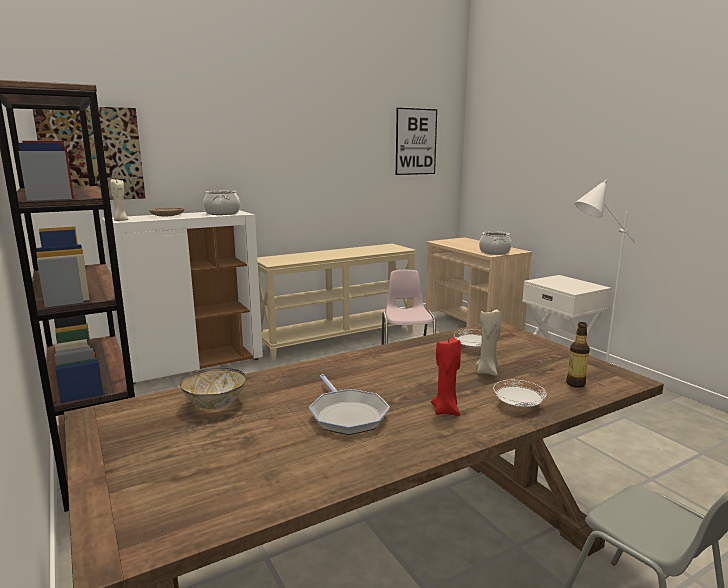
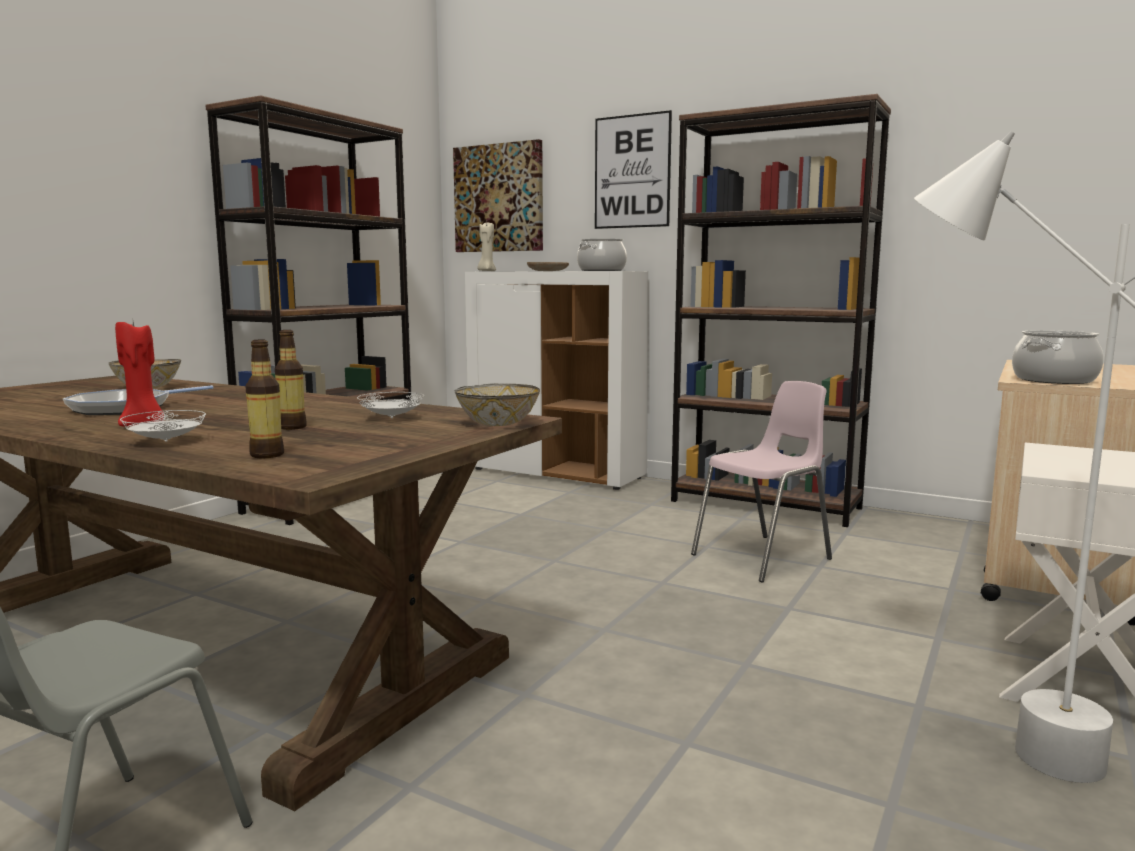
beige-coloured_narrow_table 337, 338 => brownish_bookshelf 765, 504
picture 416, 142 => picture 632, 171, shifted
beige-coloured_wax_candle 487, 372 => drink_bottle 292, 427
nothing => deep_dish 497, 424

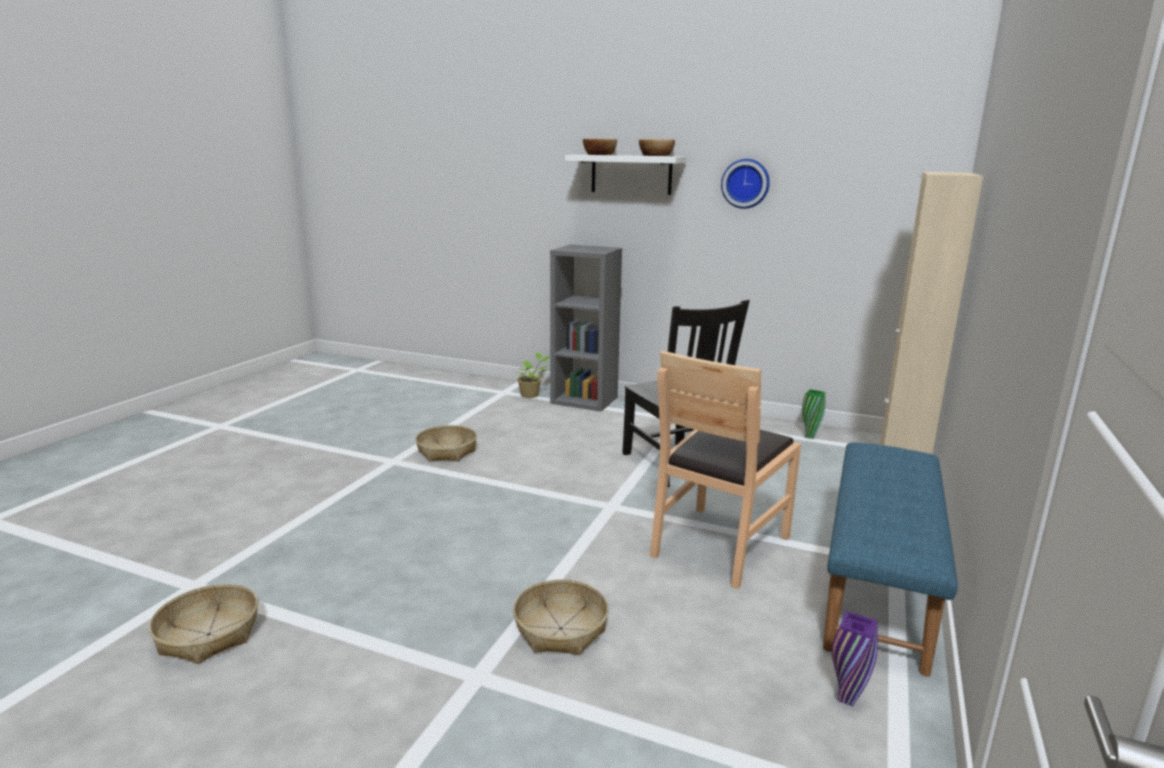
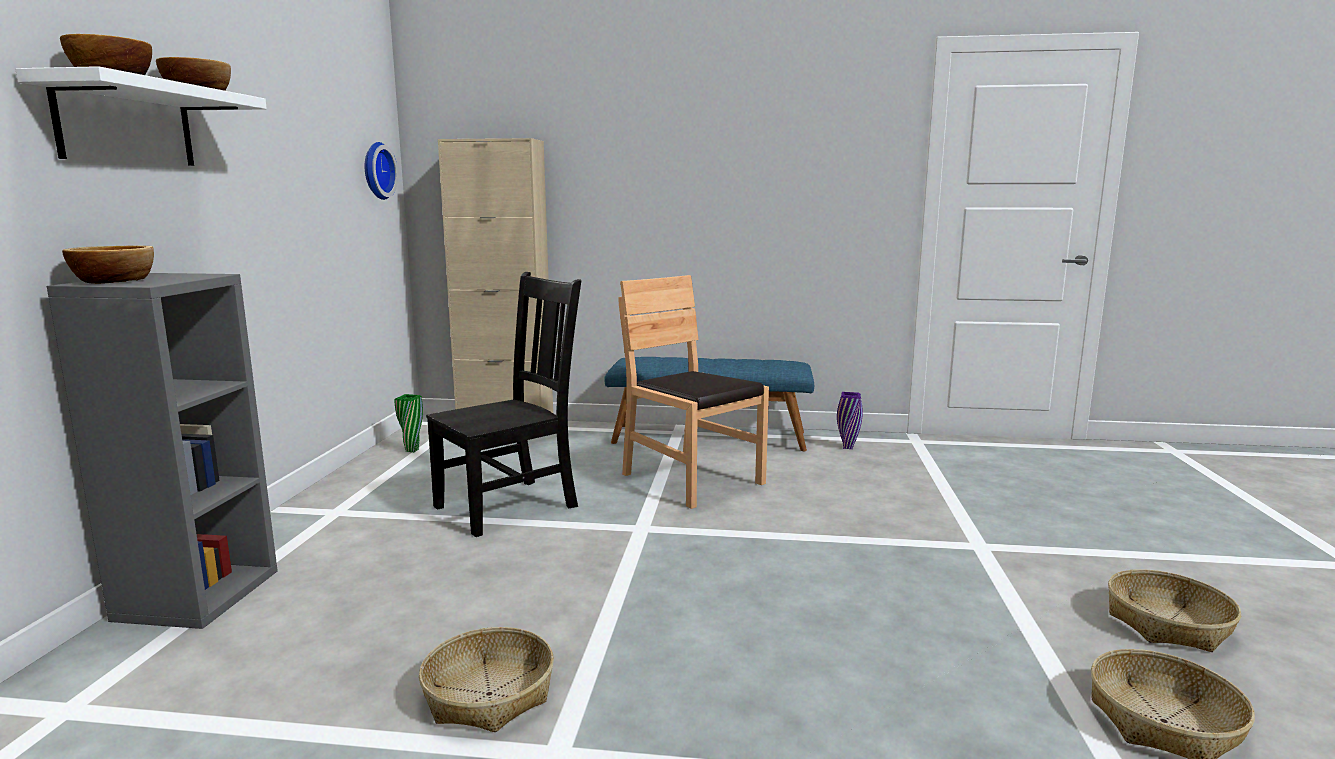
storage_basket 560, 629 => storage_basket 1168, 623, shifted
plant_in_a_pot 531, 395 => nothing
brownish_upright_chair 719, 545 => brownish_upright_chair 691, 479, 150 degrees counterclockwise
clock_on_the_wall 745, 183 => clock_on_the_wall 376, 171, shifted
nothing => deep_dish 114, 281

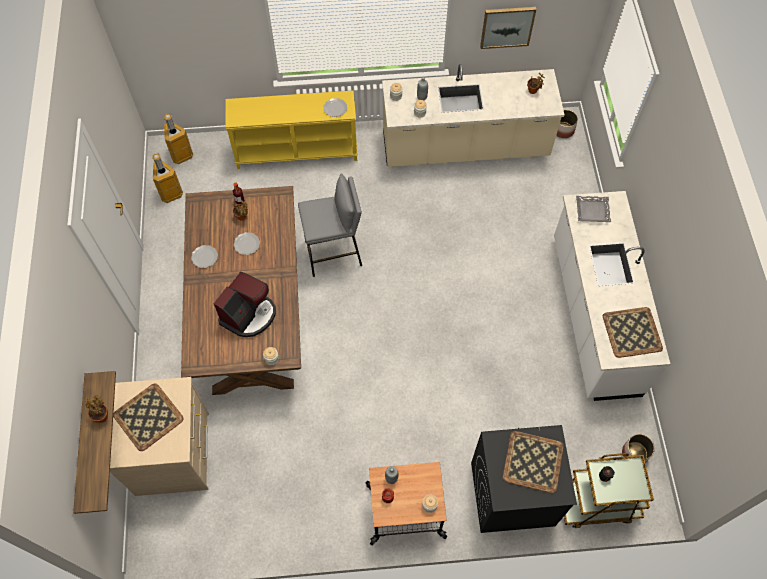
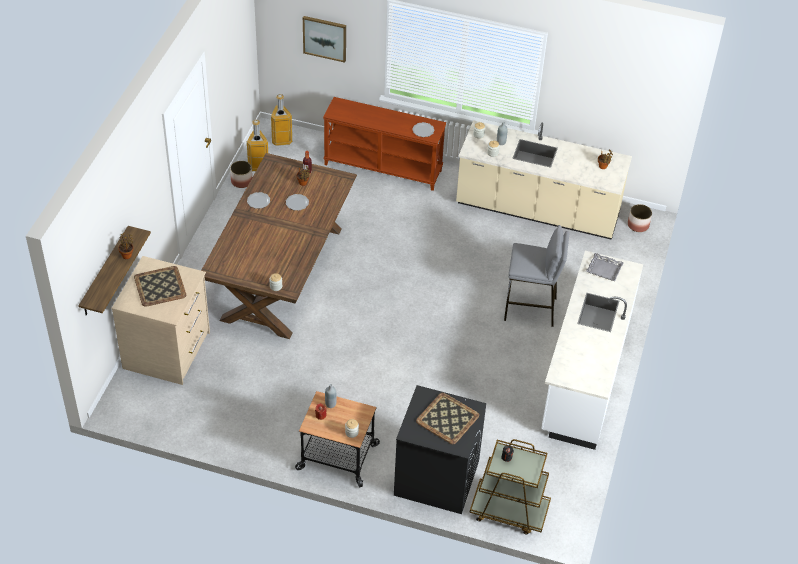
coffee_machine 249, 314 => nothing
yellow_narrow_table 297, 151 => brownish_narrow_table 383, 167
grey_sitting_stool 334, 254 => grey_sitting_stool 530, 309, shifted
picture 507, 26 => picture 325, 38, shifted
carrying_tray 632, 331 => nothing
plant_pot 635, 453 => plant_pot 242, 181, shifted

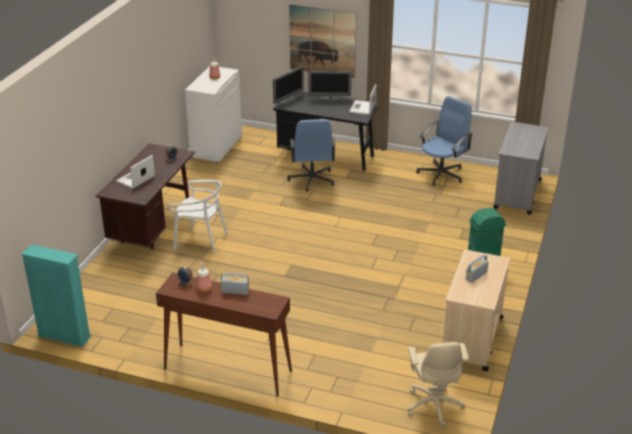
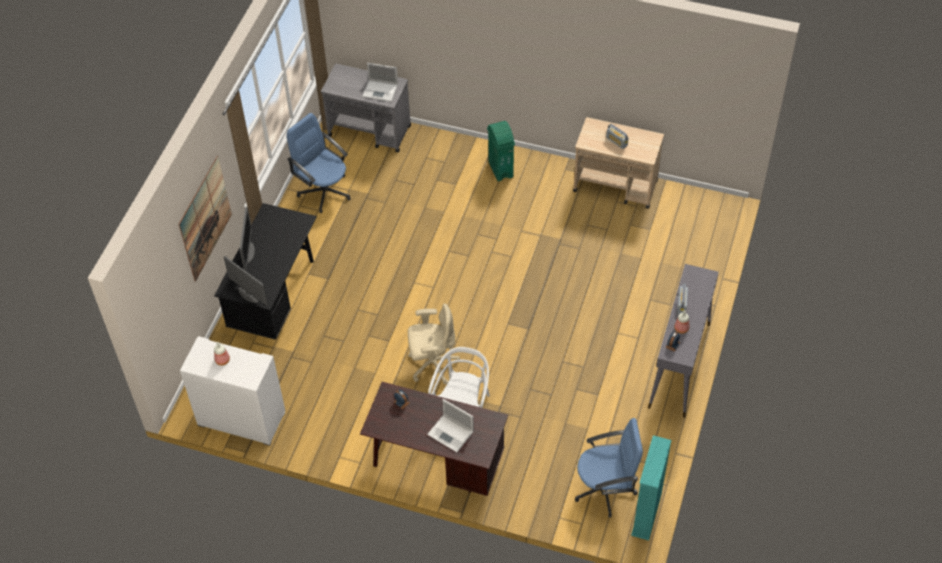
brownish_narrow_table 227, 369 => grey_narrow_table 679, 366
bluish_desk_chair 311, 180 => bluish_desk_chair 605, 489, shifted
portable_computer 362, 108 => portable_computer 381, 90, shifted
beige-coloured_desk_chair 434, 404 => beige-coloured_desk_chair 432, 364, shifted

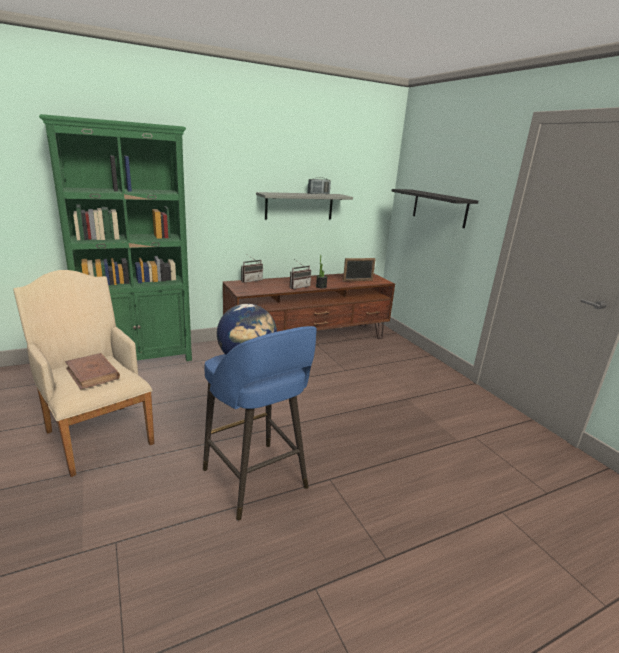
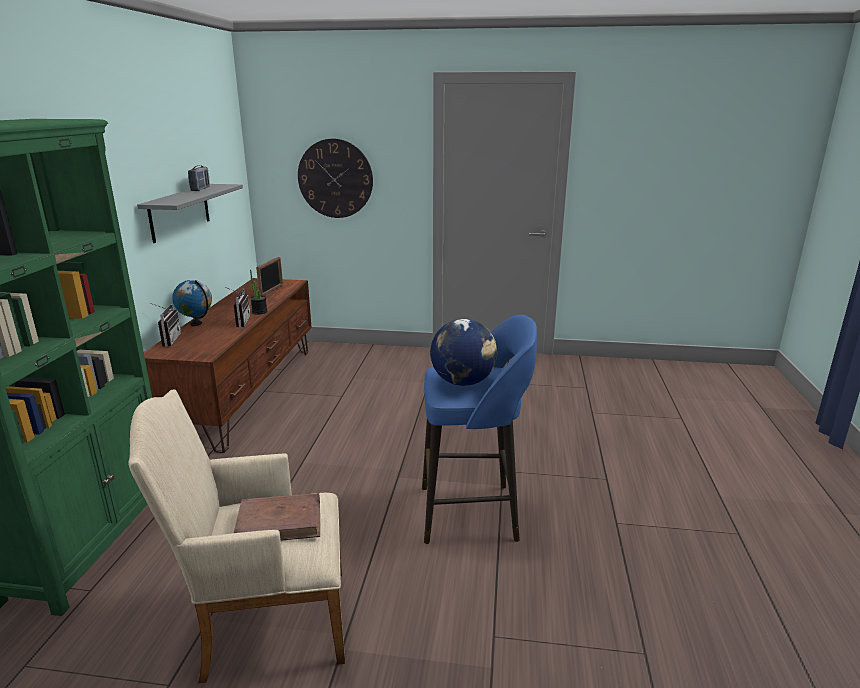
blackish_bracket_shelf 439, 208 => clock_on_the_wall 335, 178
nothing => desk_globe 196, 324

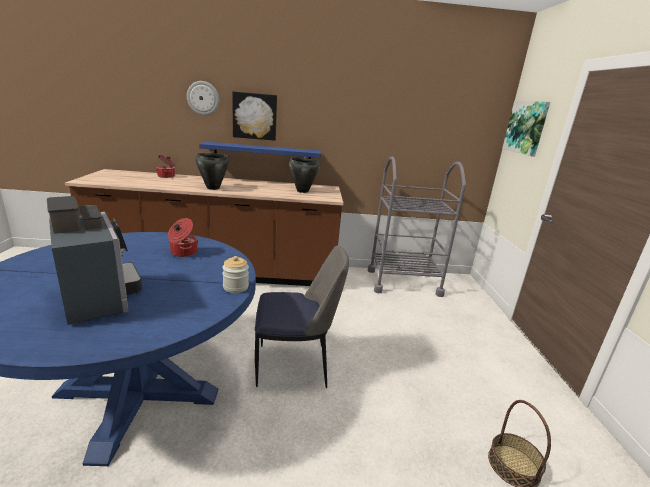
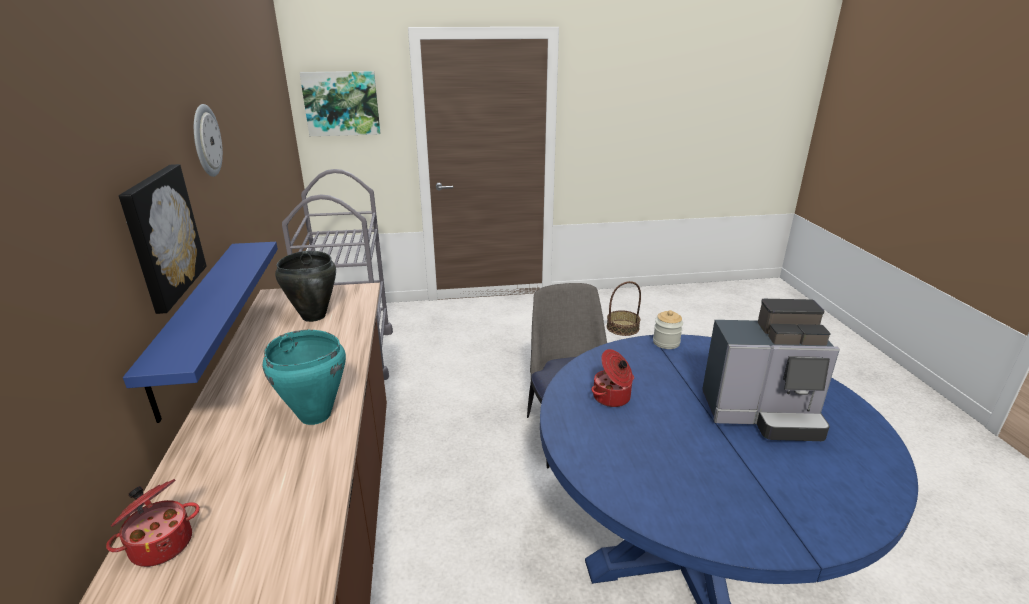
coffee_machine 101, 297 => coffee_machine 762, 414, 135 degrees counterclockwise
clock_on_the_wall 203, 98 => clock_on_the_wall 205, 141, shifted
blackish_saucepot 212, 188 => turquoise-coloured_saucepot 315, 416

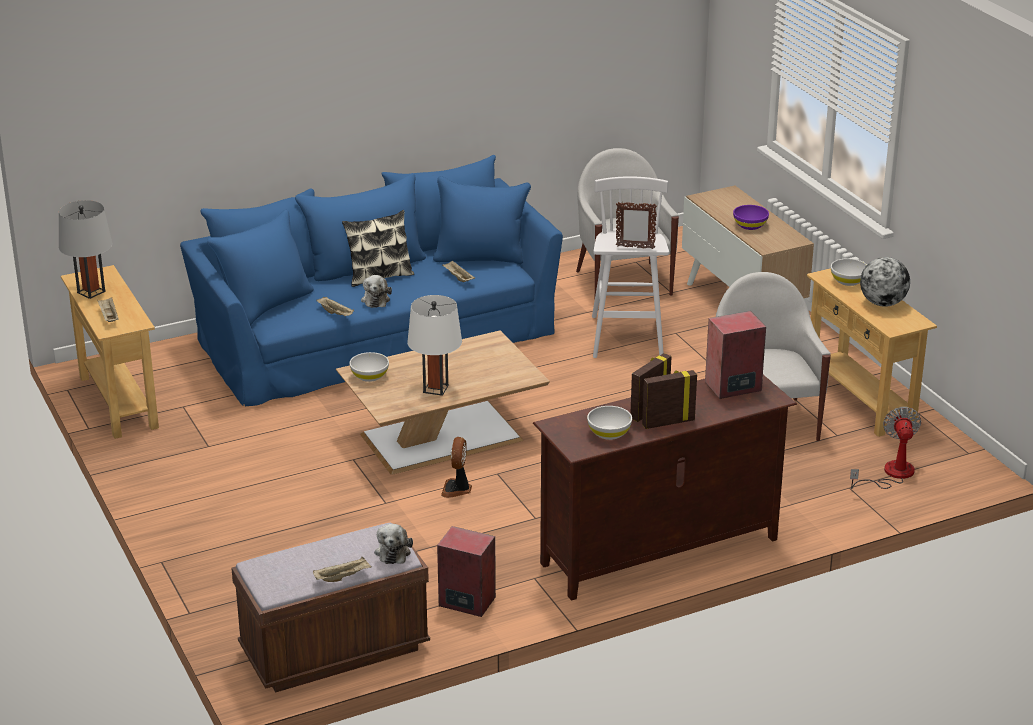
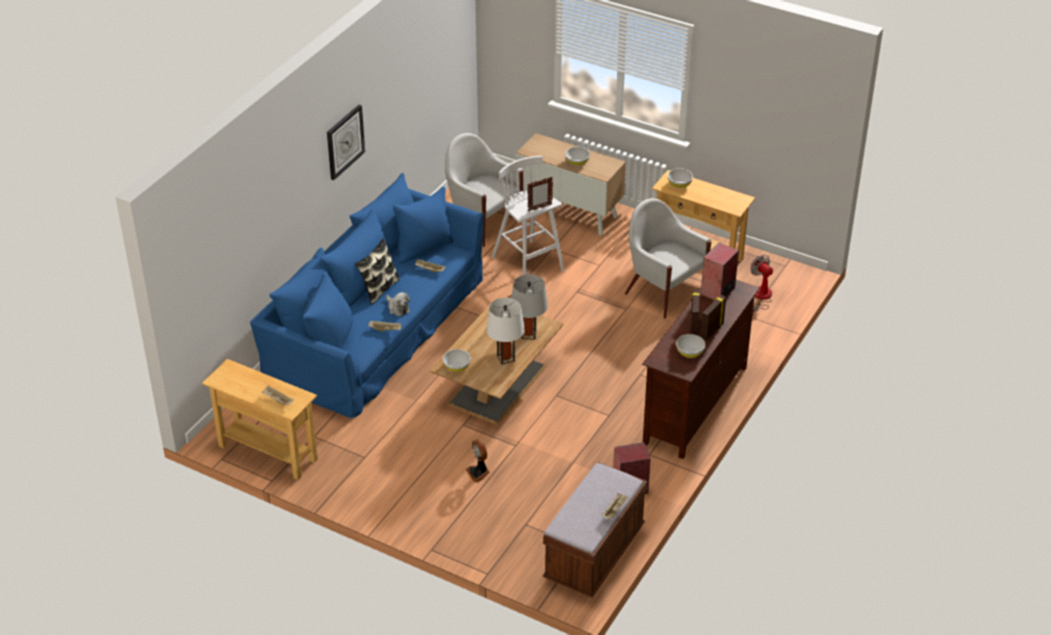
grey_tabletop_lamp 91, 292 => grey_tabletop_lamp 529, 334, shifted
plush_toy 393, 551 => nothing
electric_fan 457, 489 => electric_fan 478, 472, shifted
purplish_deep_dish 750, 226 => white_deep_dish 577, 162
desk_globe 882, 303 => nothing
nothing => clock_on_the_wall 344, 141

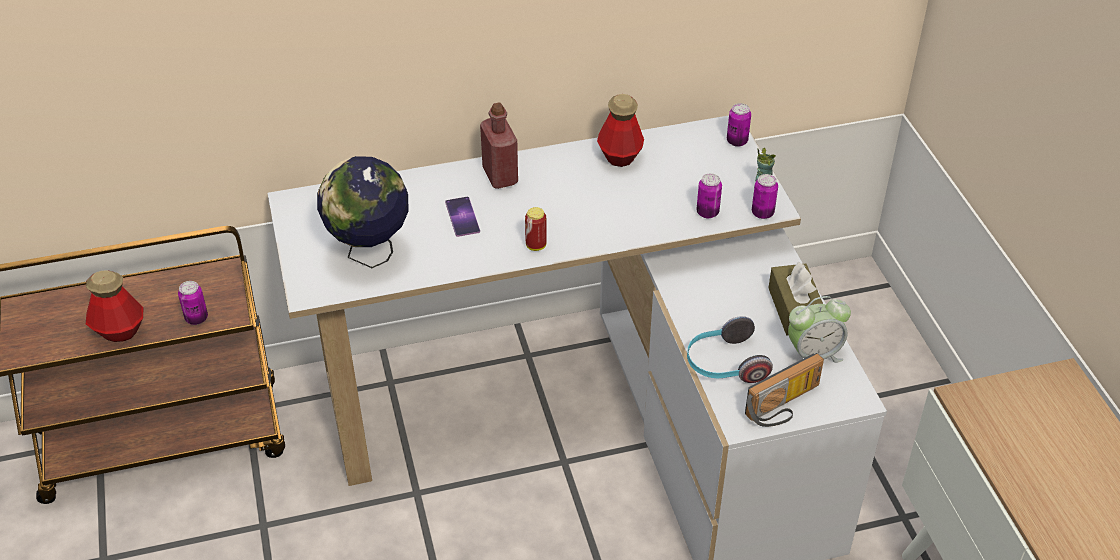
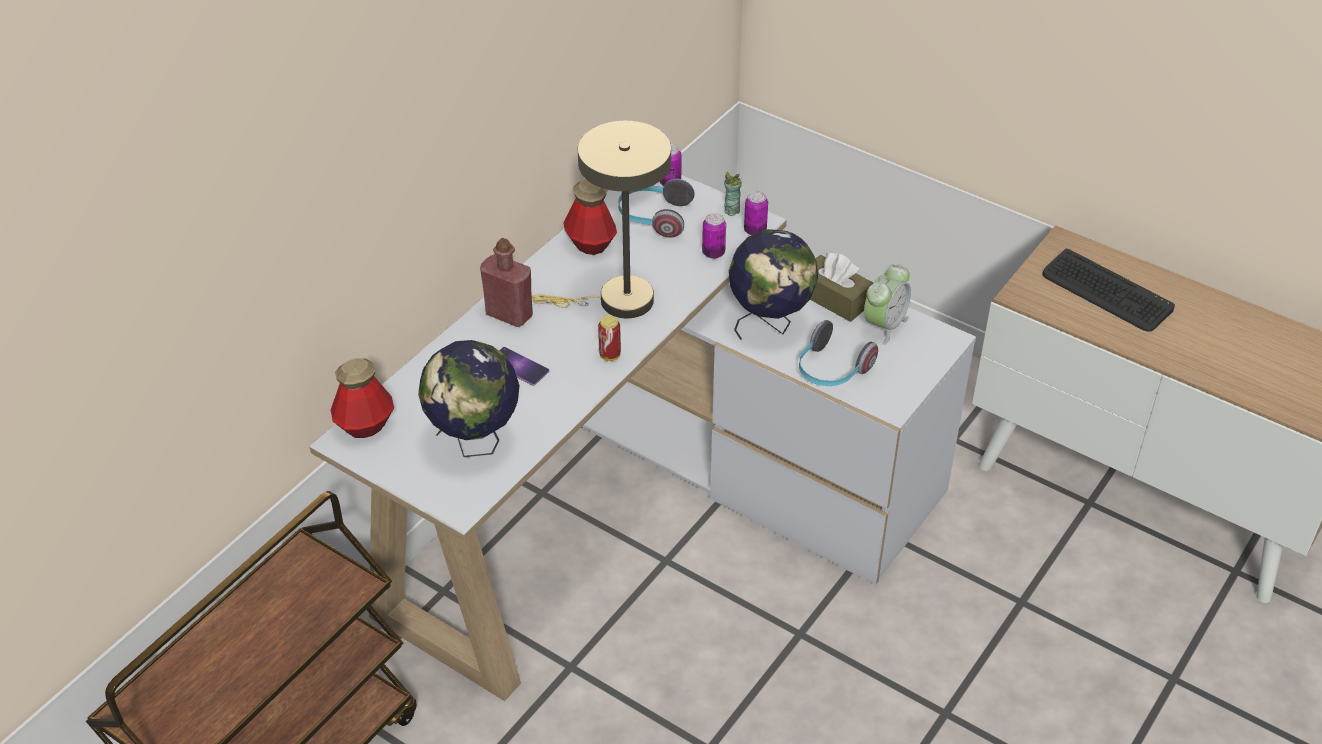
drink_bottle 119, 331 => drink_bottle 365, 425, shifted
metal_can 196, 318 => nothing
radio_set 785, 406 => nothing
nothing => beige-coloured_tabletop_lamp 616, 301
nothing => pair_of_headphones 654, 218
nothing => desk_globe 770, 324
nothing => computer_keyboard 1106, 292

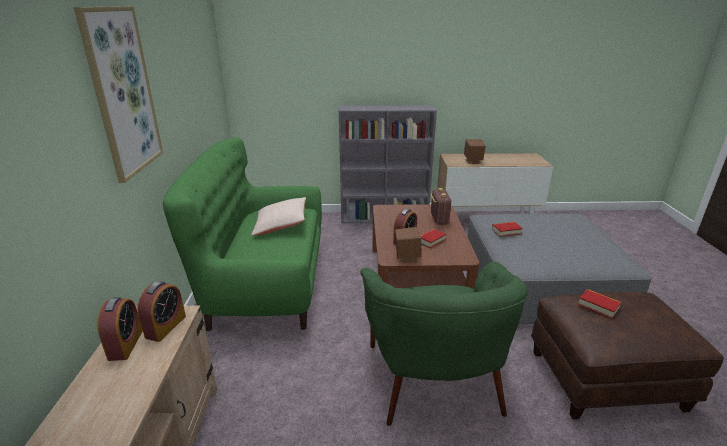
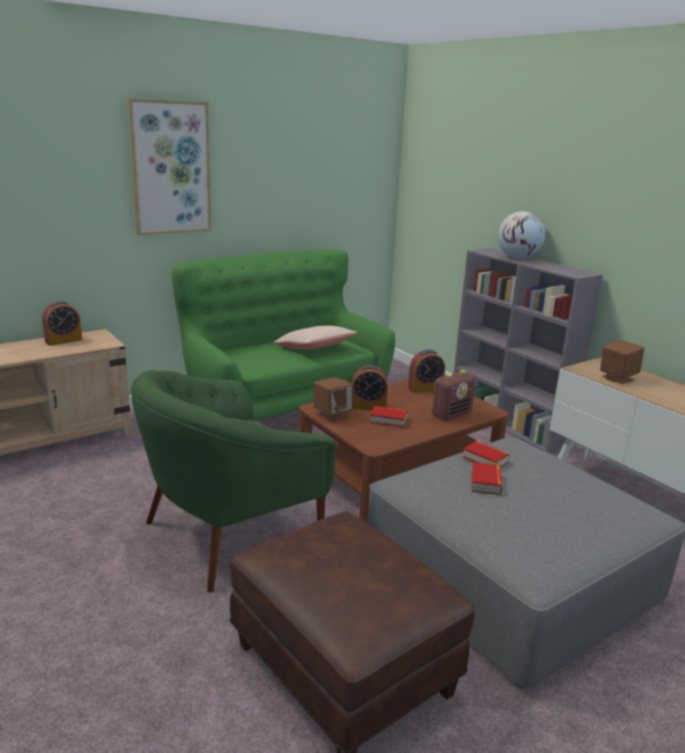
table_clock 166, 326 => table_clock 425, 388, shifted
bound_book 598, 306 => bound_book 486, 483, shifted
nothing => desk_globe 517, 258

